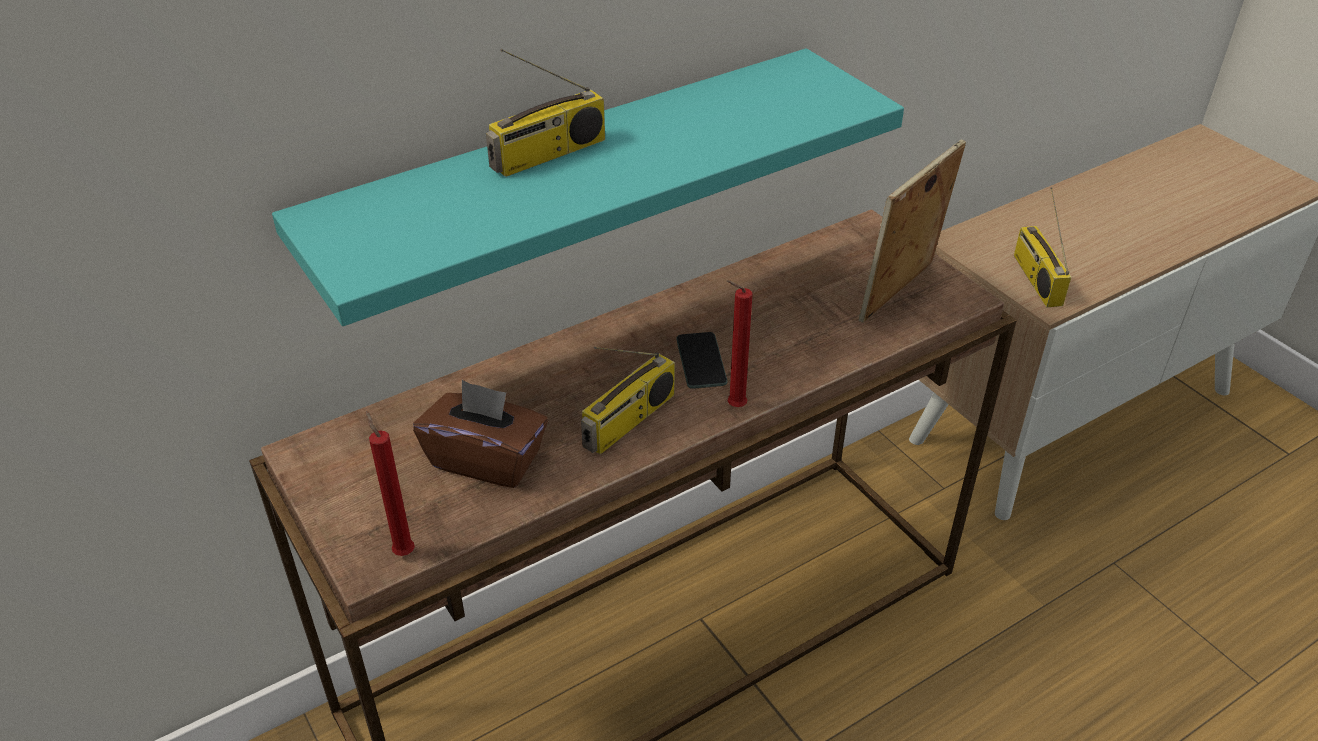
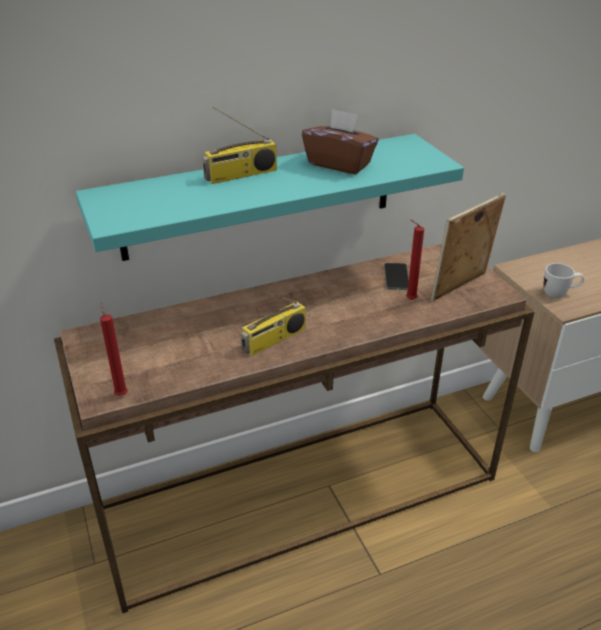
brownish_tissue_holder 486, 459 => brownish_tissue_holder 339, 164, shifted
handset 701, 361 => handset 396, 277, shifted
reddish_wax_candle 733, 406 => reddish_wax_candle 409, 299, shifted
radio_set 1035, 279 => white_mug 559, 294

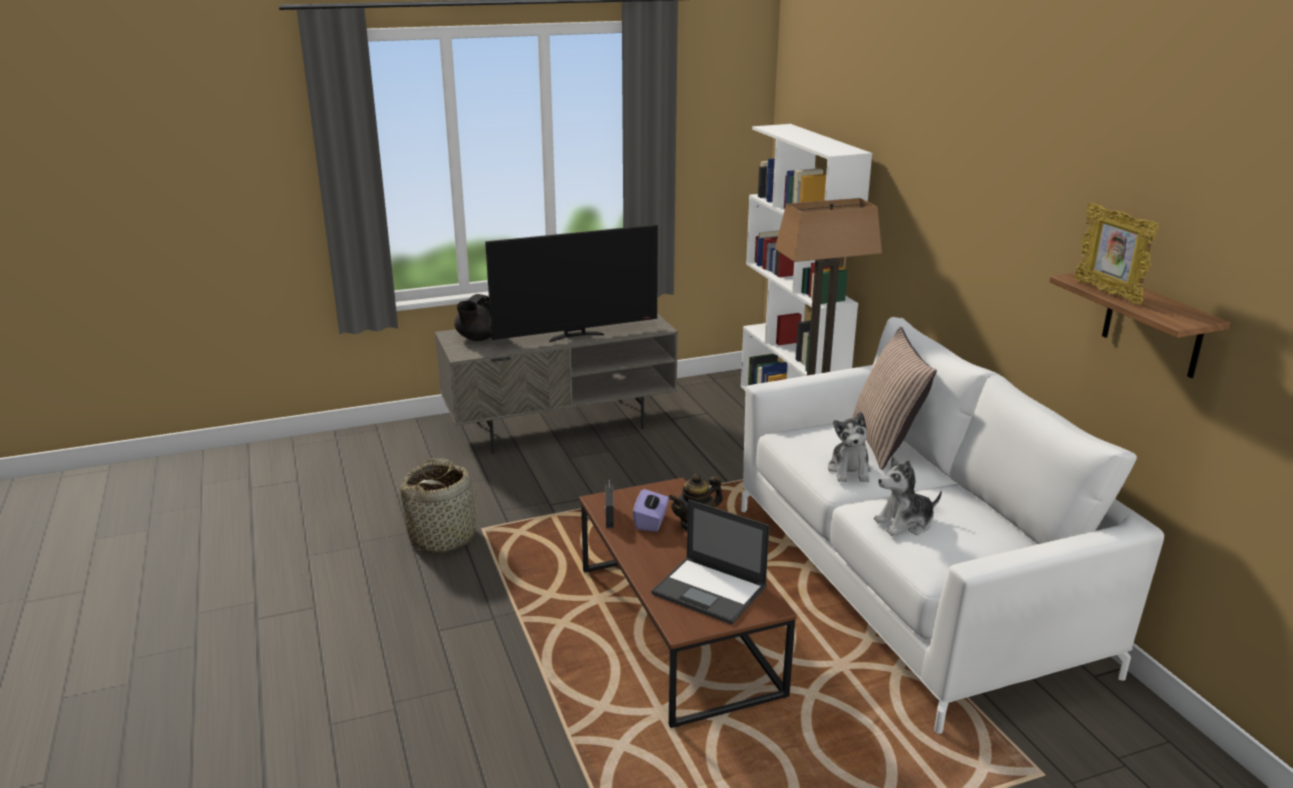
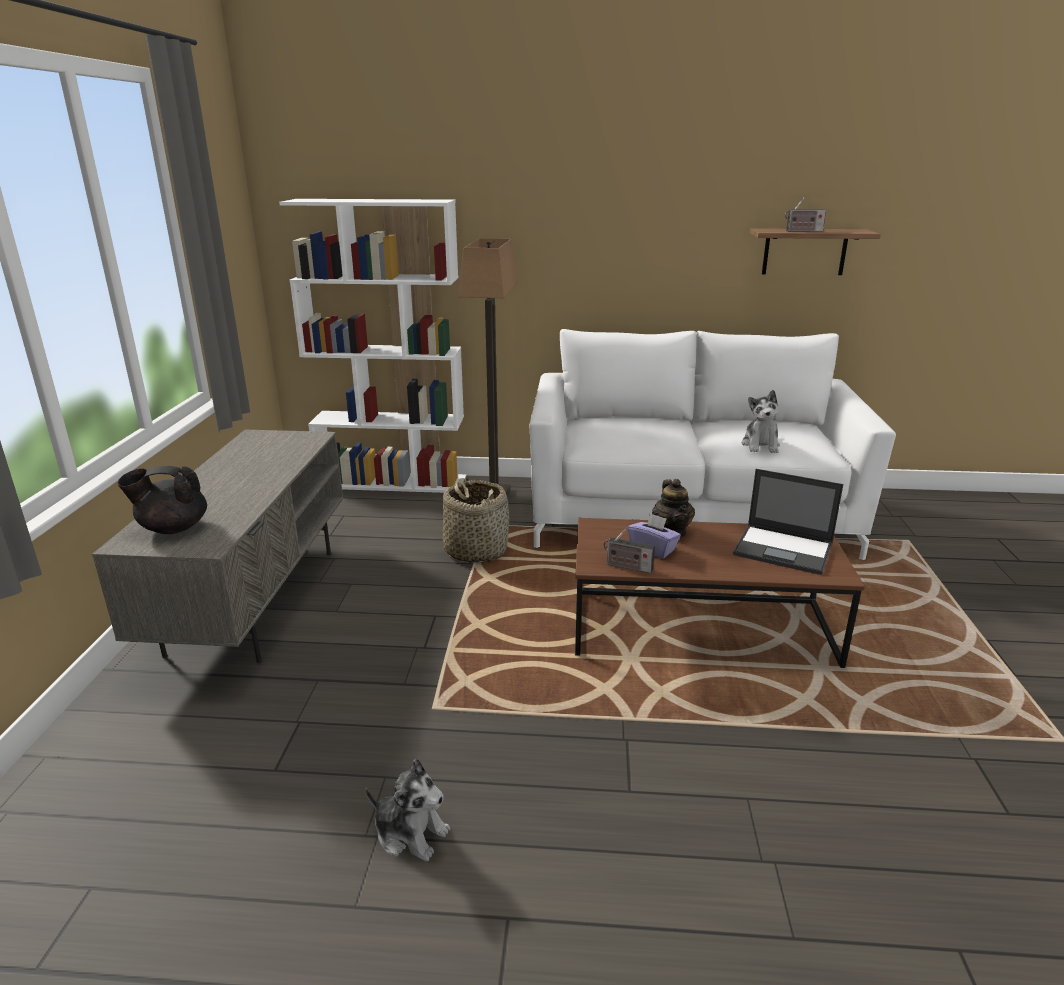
storage_basket 443, 537 => storage_basket 475, 550, shifted
blackish_pot_for_tea 478, 338 => blackish_pot_for_tea 173, 528, 120 degrees clockwise
TV_set 575, 336 => nothing
portable_computer 710, 591 => portable_computer 784, 550, 60 degrees clockwise
plush_toy 849, 470 => plush_toy 410, 833, shifted
throw_pillow 886, 442 => nothing
picture_frame 1107, 292 => radio_set 802, 231

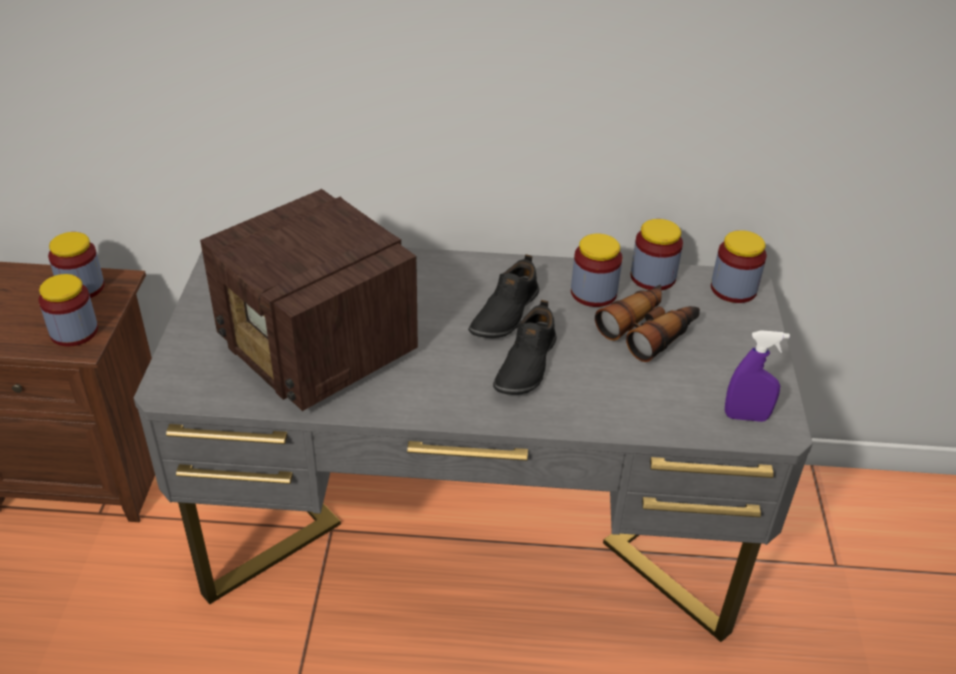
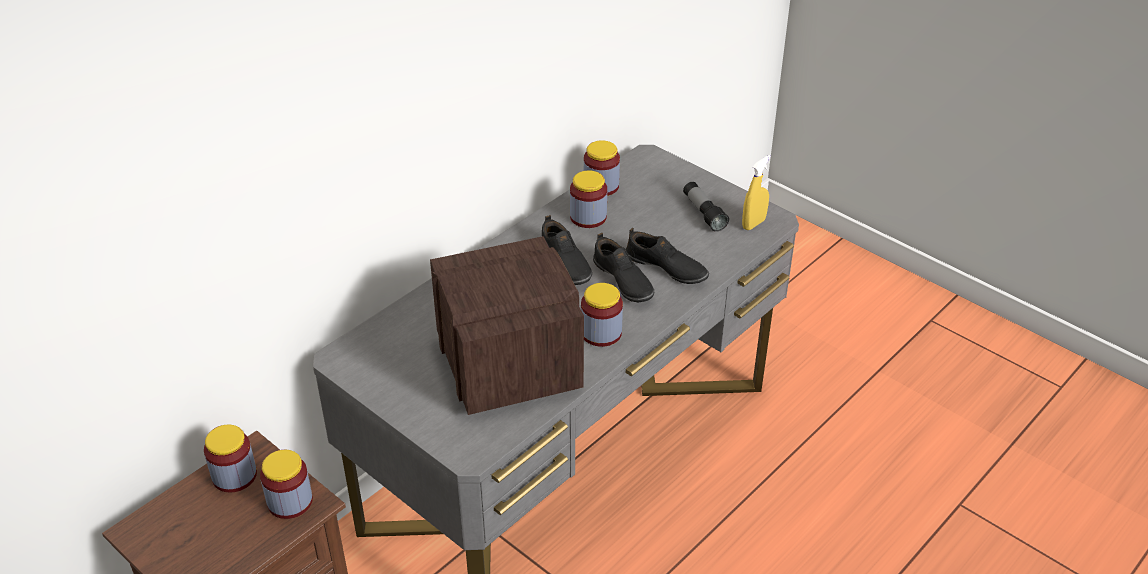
radio_set 318, 350 => radio_set 509, 363, 105 degrees counterclockwise
field_glasses 649, 330 => nothing
preserve_jar 733, 289 => preserve_jar 601, 333, shifted
purplish_hand_sprayer 746, 416 => yellow_hand_sprayer 753, 224
nothing => blackish_low_shoe 666, 268
nothing => hand_torch 704, 213

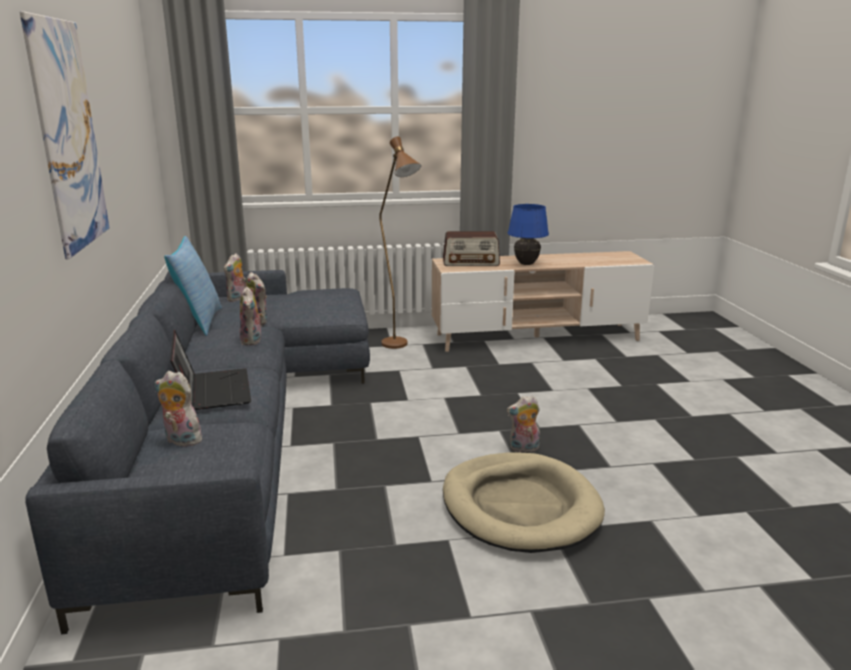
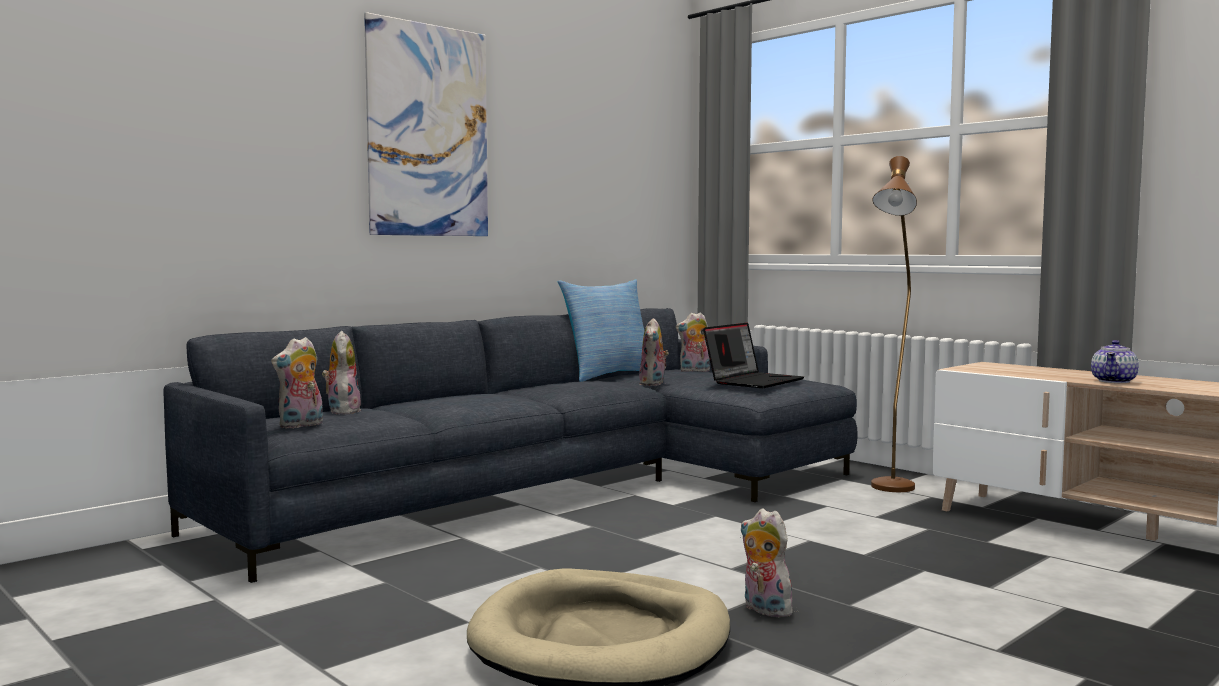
portable_computer 213, 390 => portable_computer 753, 381, shifted
plush_toy 253, 341 => plush_toy 301, 425, shifted
radio_set 471, 262 => nothing
bluish_tabletop_lamp 526, 264 => pot_for_tea 1114, 381

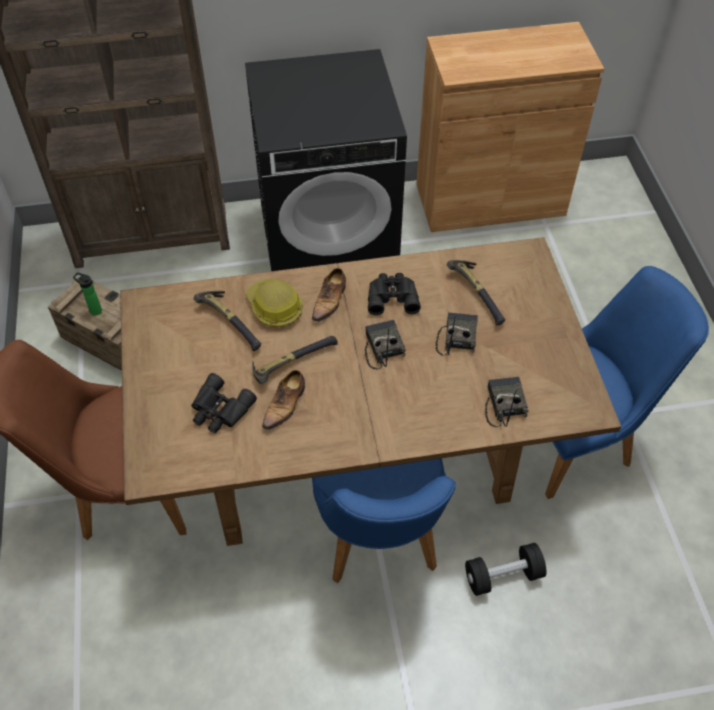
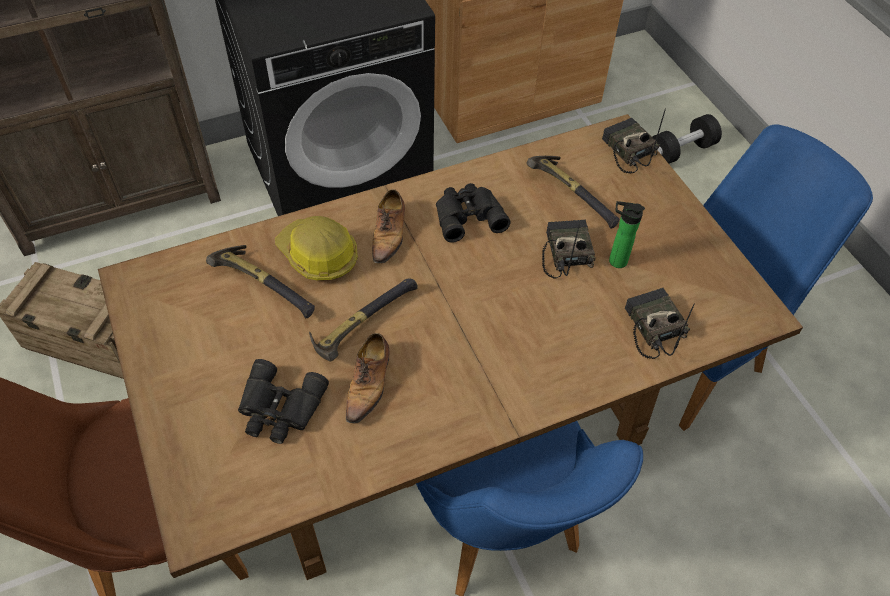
drink_bottle 94, 310 => drink_bottle 614, 261, shifted
radio_set 382, 347 => radio_set 626, 150, shifted
blackish_dumbbell 503, 576 => blackish_dumbbell 681, 151, shifted

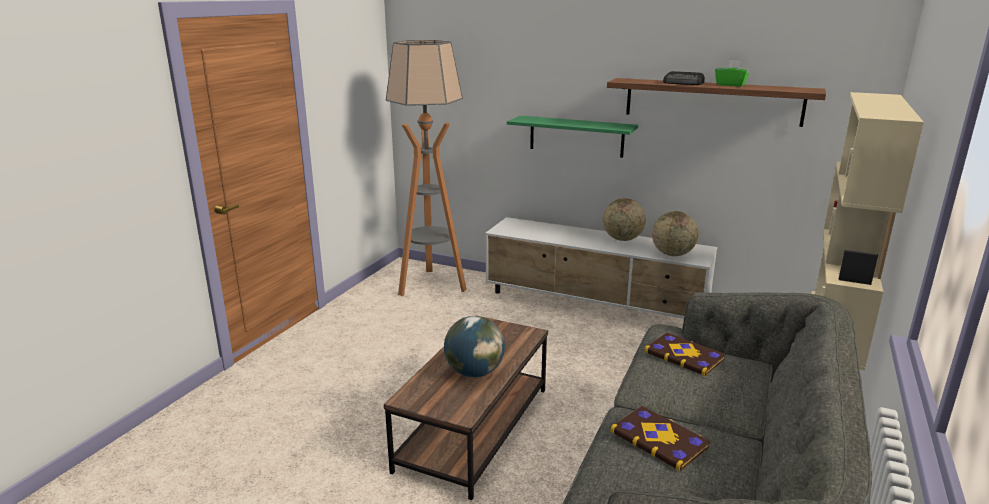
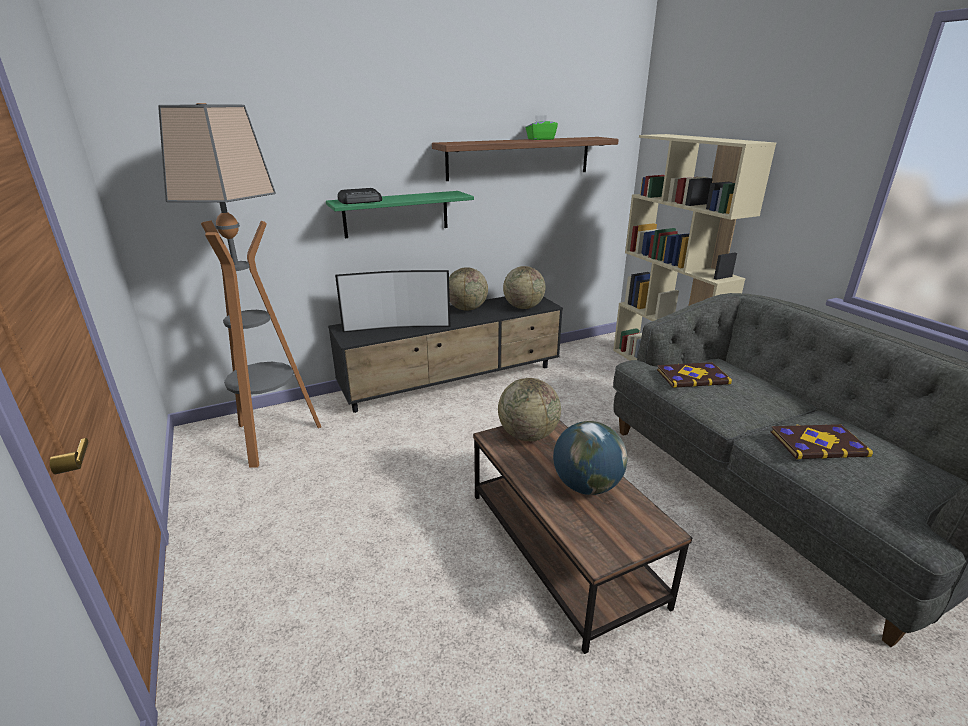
white_media_console 595, 305 => blackish_media_console 453, 382
radio_set 684, 83 => radio_set 361, 201, shifted
nothing => TV_set 397, 327
nothing => desk_globe 528, 435

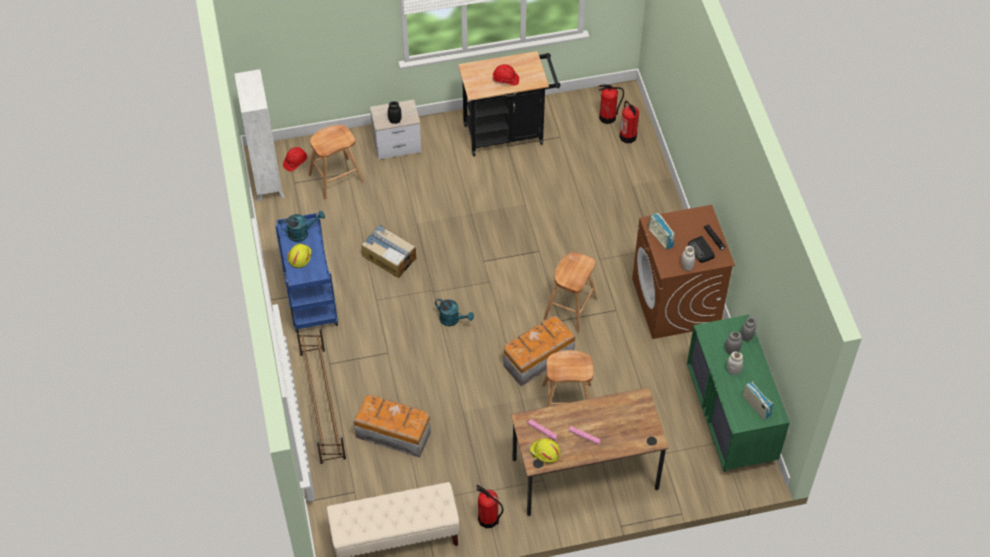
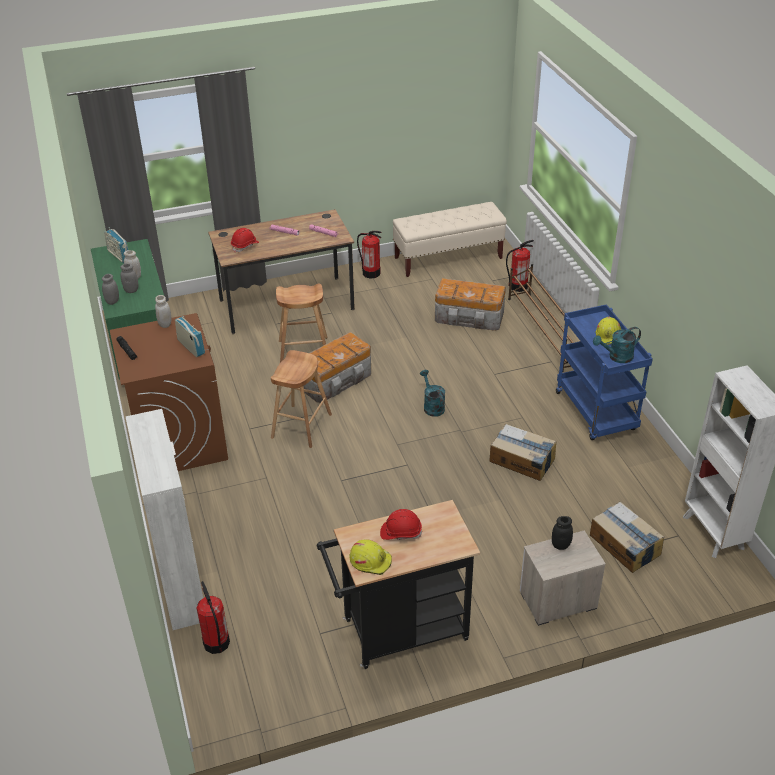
reddish_safety_helmet 295, 162 => reddish_safety_helmet 245, 246, shifted
brownish_sitting_stool 336, 178 => carton 624, 545
turquoise-coloured_sprinkling_can 452, 320 => turquoise-coloured_sprinkling_can 432, 406, 45 degrees clockwise
yellow_safety_helmet 544, 453 => yellow_safety_helmet 370, 560, shifted
fire_extinguisher 607, 117 => fire_extinguisher 518, 286, shifted
radio_set 701, 251 => nothing
nothing => white_cupboard 181, 583

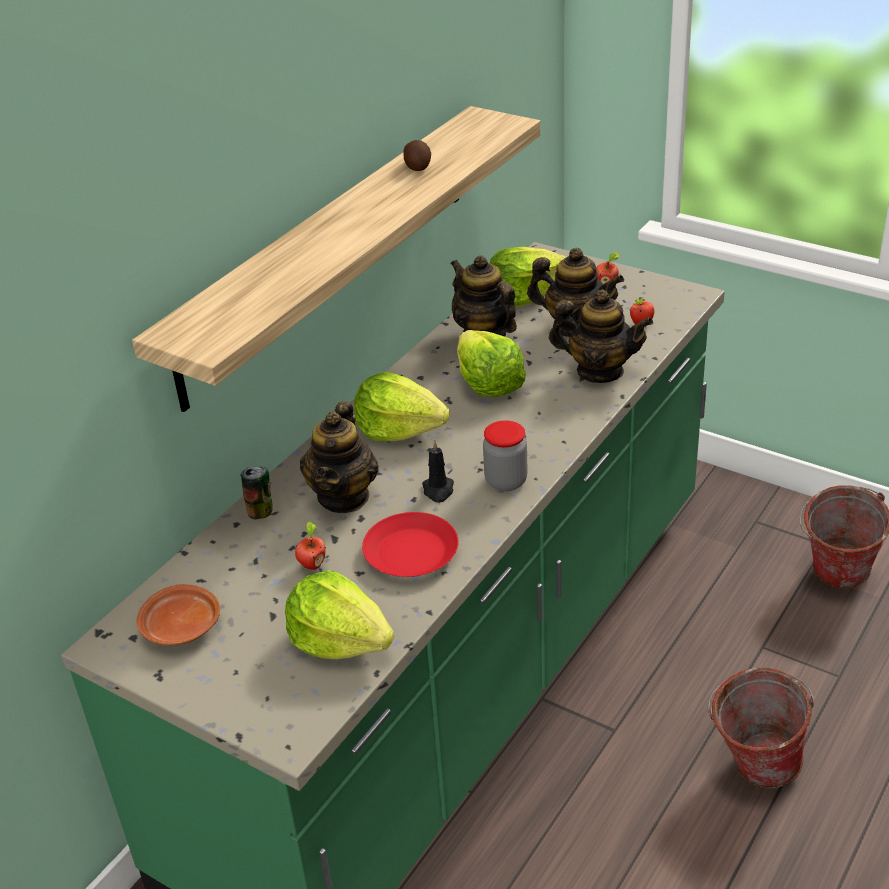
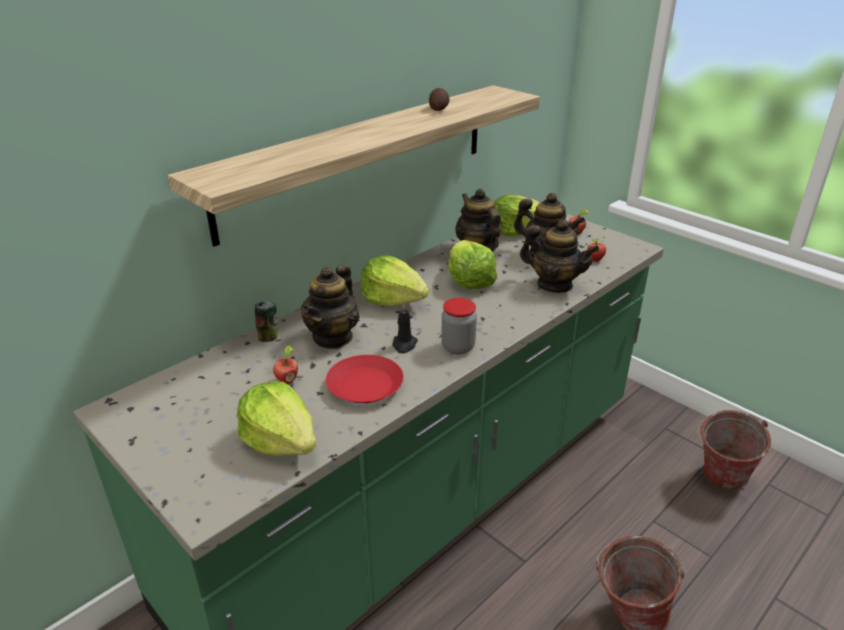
brownish_flat_dish 181, 627 => nothing

